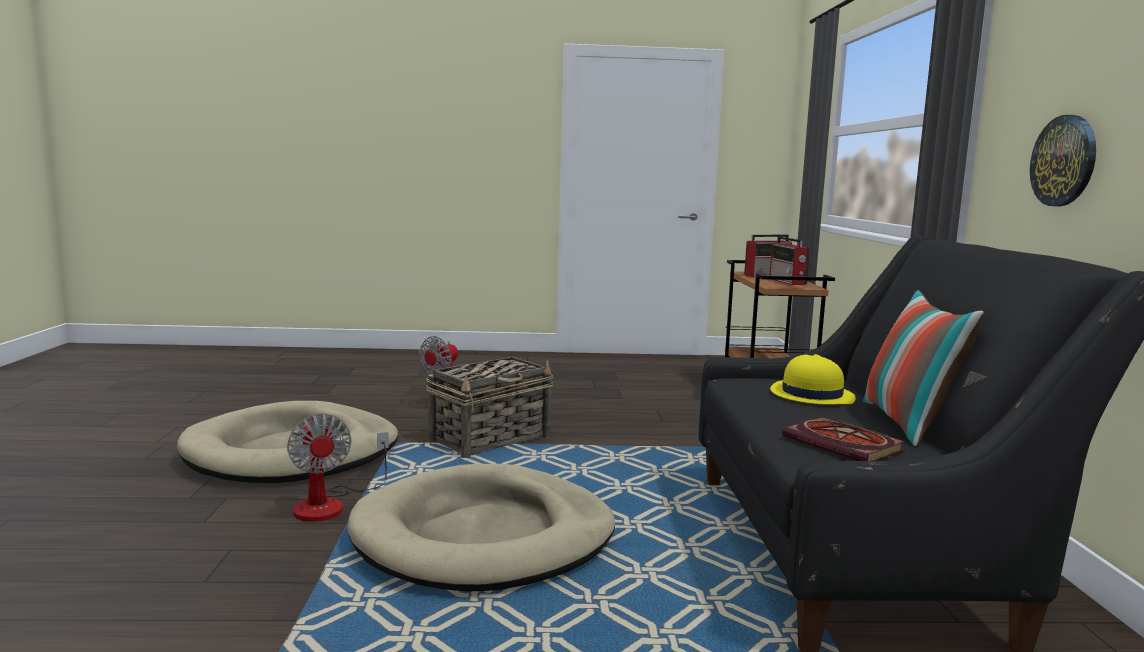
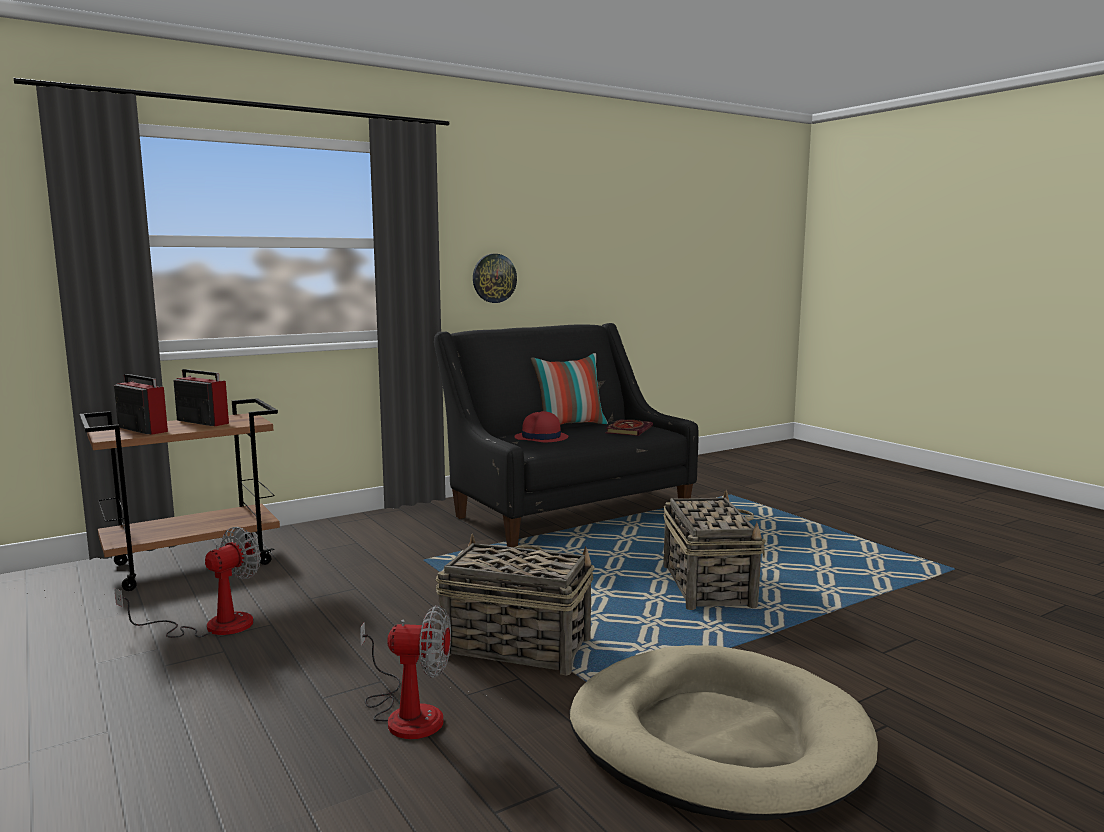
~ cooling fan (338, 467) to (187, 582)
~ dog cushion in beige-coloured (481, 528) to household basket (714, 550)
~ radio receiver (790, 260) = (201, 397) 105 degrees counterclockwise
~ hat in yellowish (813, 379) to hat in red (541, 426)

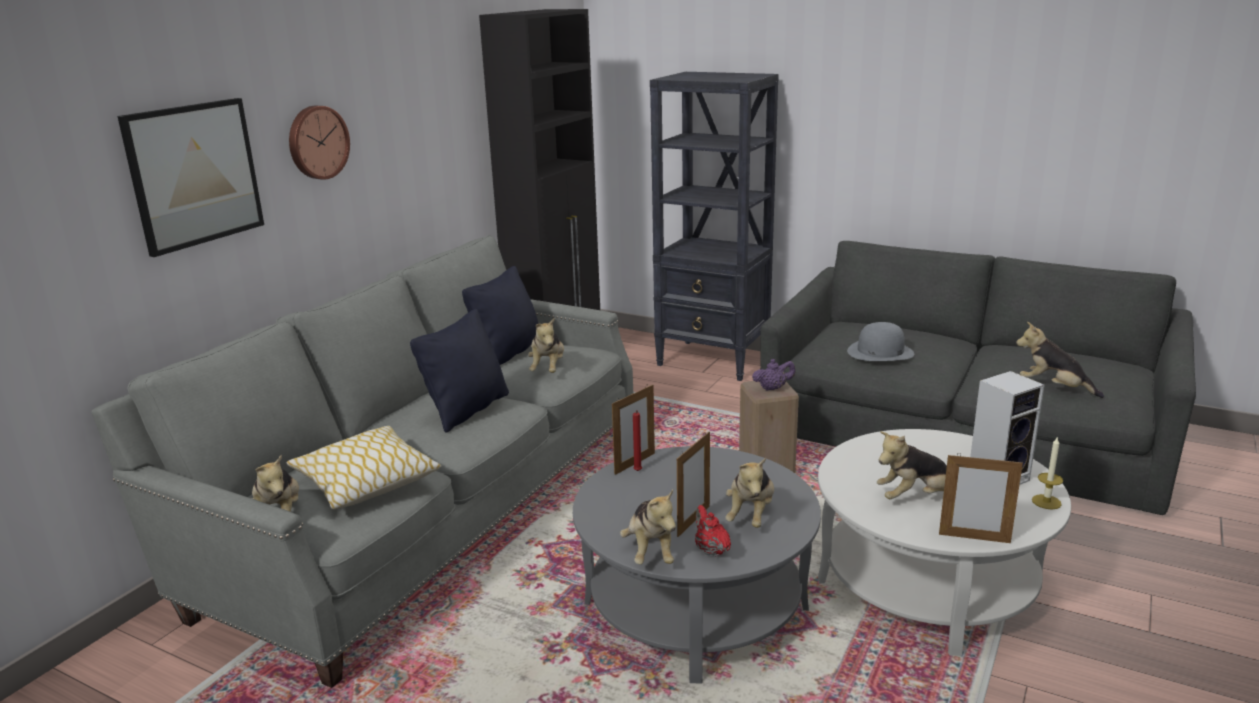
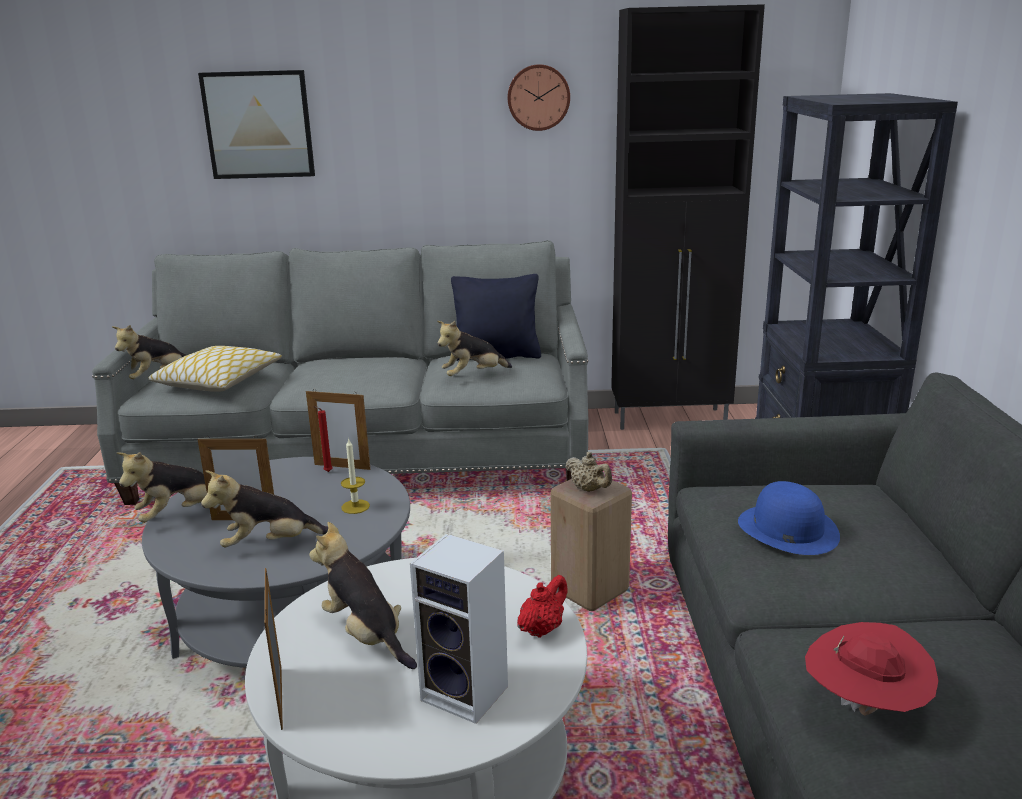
~ hanging clock (319, 143) to (538, 97)
- throw pillow in black (459, 370)
~ tea pot in red (713, 530) to (542, 606)
~ tea pot in purplish (773, 375) to tea pot in beige-coloured (588, 472)
~ hat in gray (880, 341) to hat in blue (789, 518)
~ plush toy (1060, 360) to hat in red (872, 669)
~ candle (1047, 472) to (355, 476)

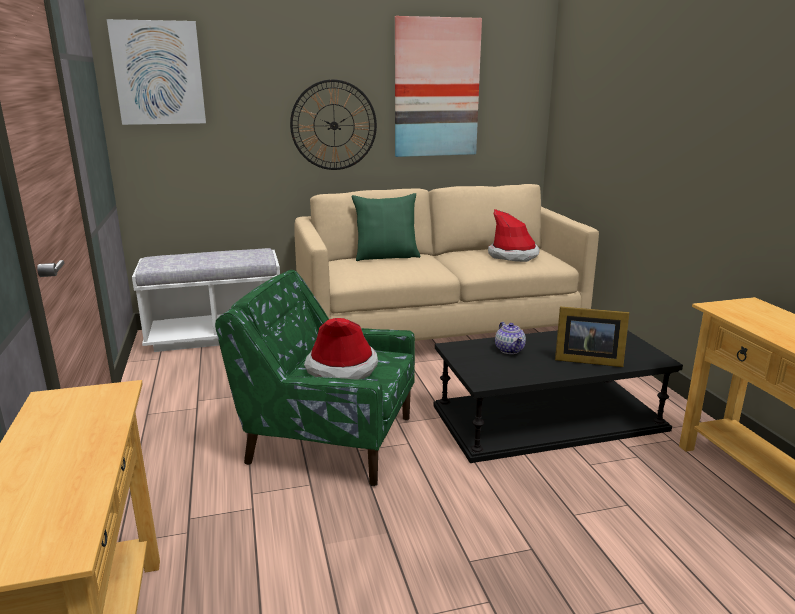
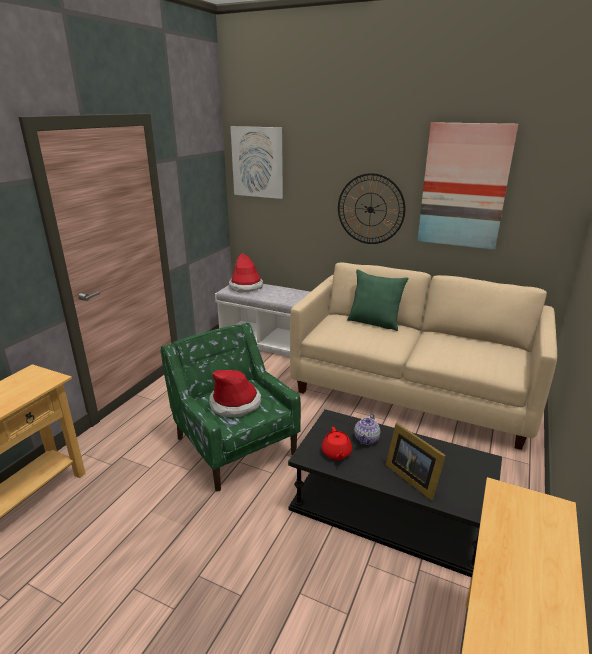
~ hat (513, 235) to (246, 273)
+ tea pot in red (337, 443)

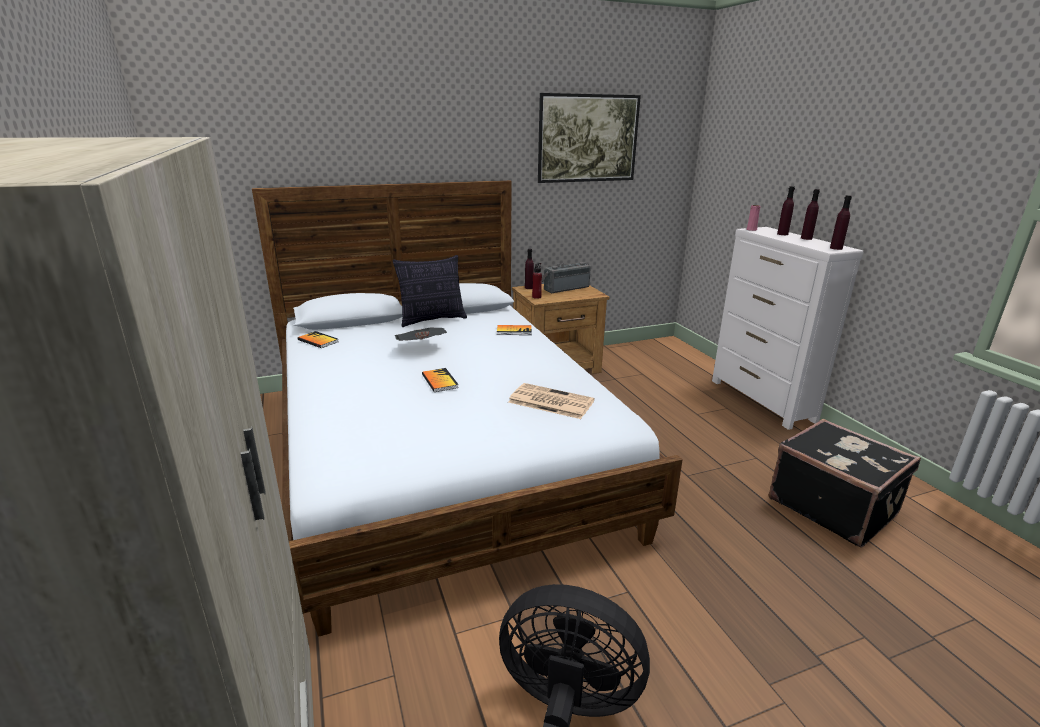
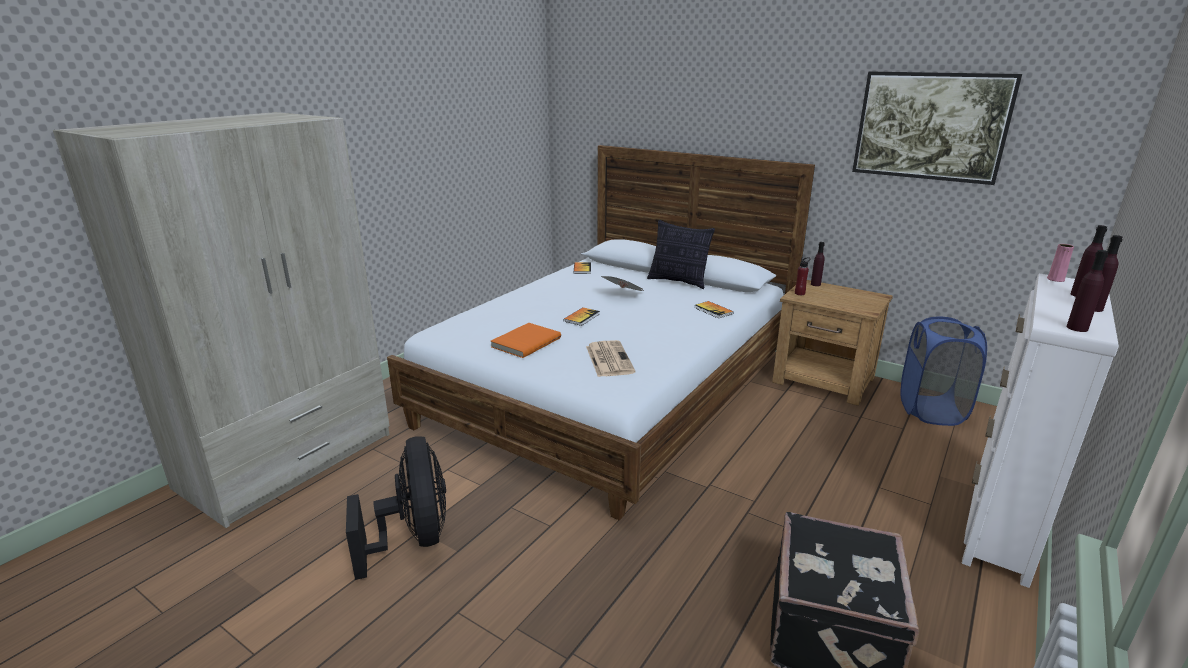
- radio receiver (566, 277)
+ book in orange-coloured (526, 340)
+ washing basket in blue (943, 371)

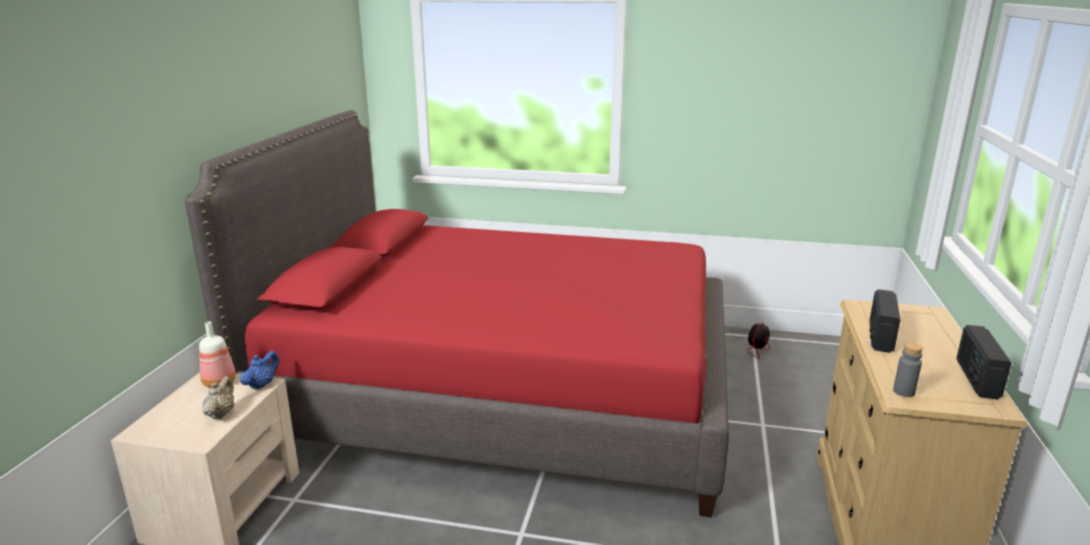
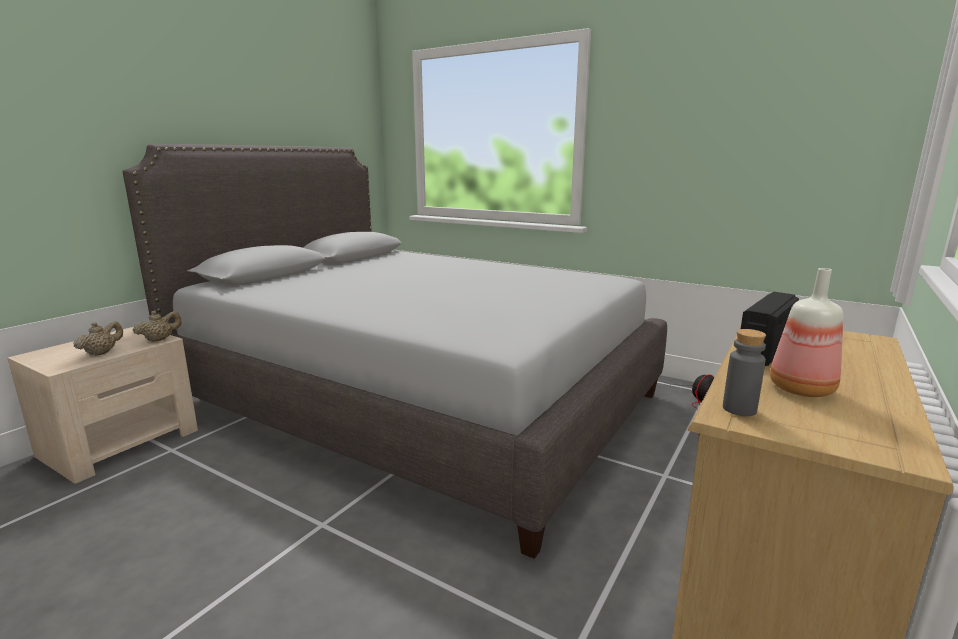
~ sleeping bed in red (457, 313) to sleeping bed in gray (395, 351)
~ drink bottle (217, 354) to (806, 332)
~ tea pot in blue (259, 370) to tea pot in beige-coloured (157, 326)
- radio receiver (984, 362)

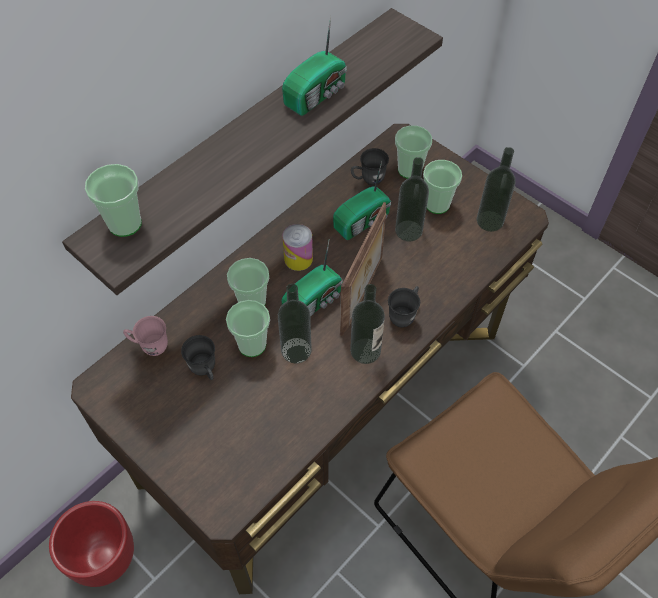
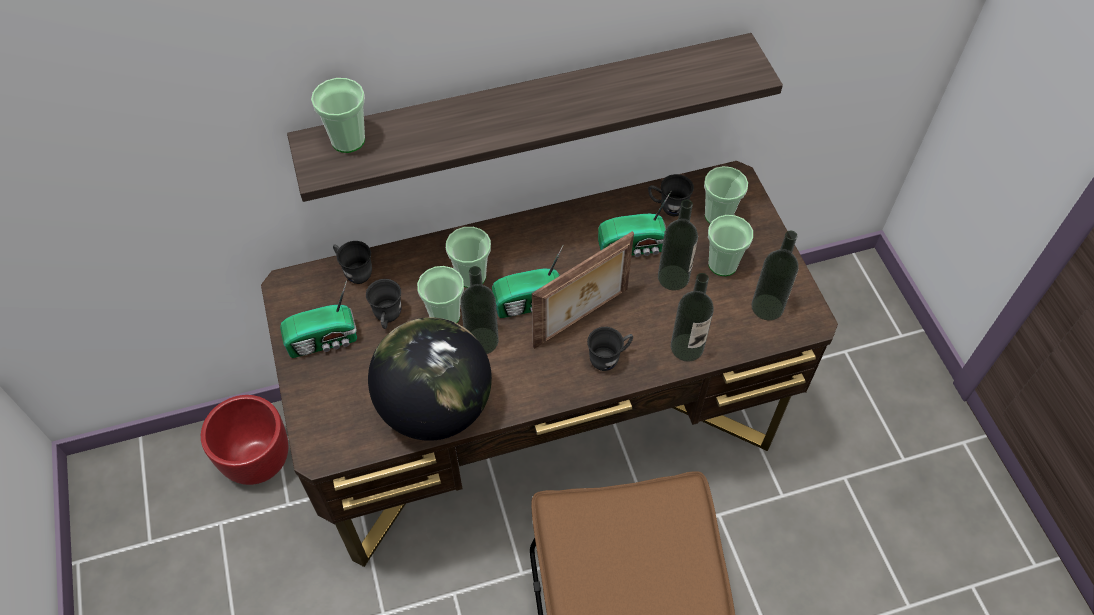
~ mug in pinkish (145, 336) to mug in gray (352, 262)
~ radio receiver (314, 65) to (318, 319)
- sealed can (297, 247)
~ drink bottle (367, 324) to (692, 317)
+ world globe (430, 379)

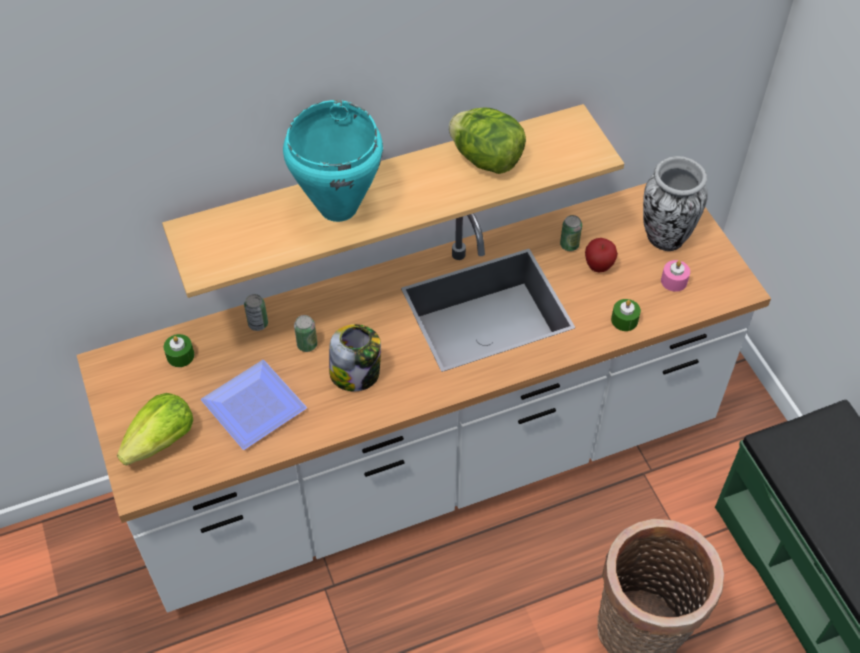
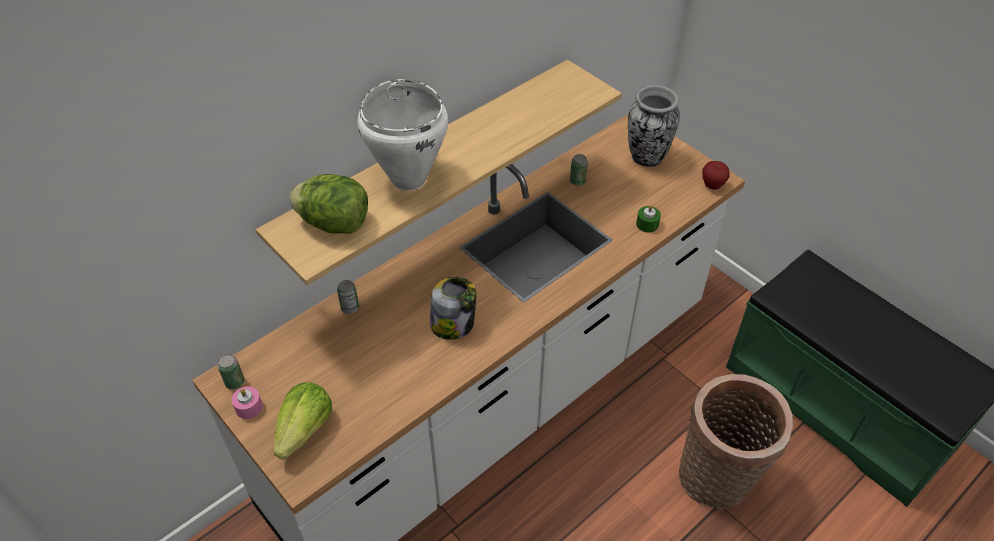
- candle in greenish (179, 350)
- plate (254, 405)
~ cooking pot in turquoise (333, 161) to cooking pot in white-coloured (402, 135)
~ sealed can (305, 333) to (231, 371)
~ lettuce head (487, 140) to (328, 204)
~ whole apple (601, 255) to (716, 175)
~ candle in pinkish (675, 276) to (247, 402)

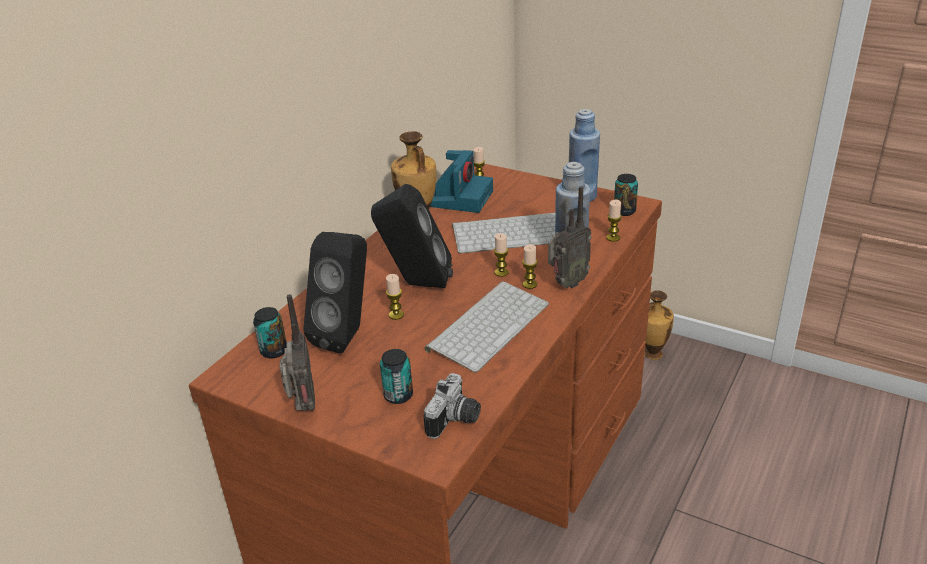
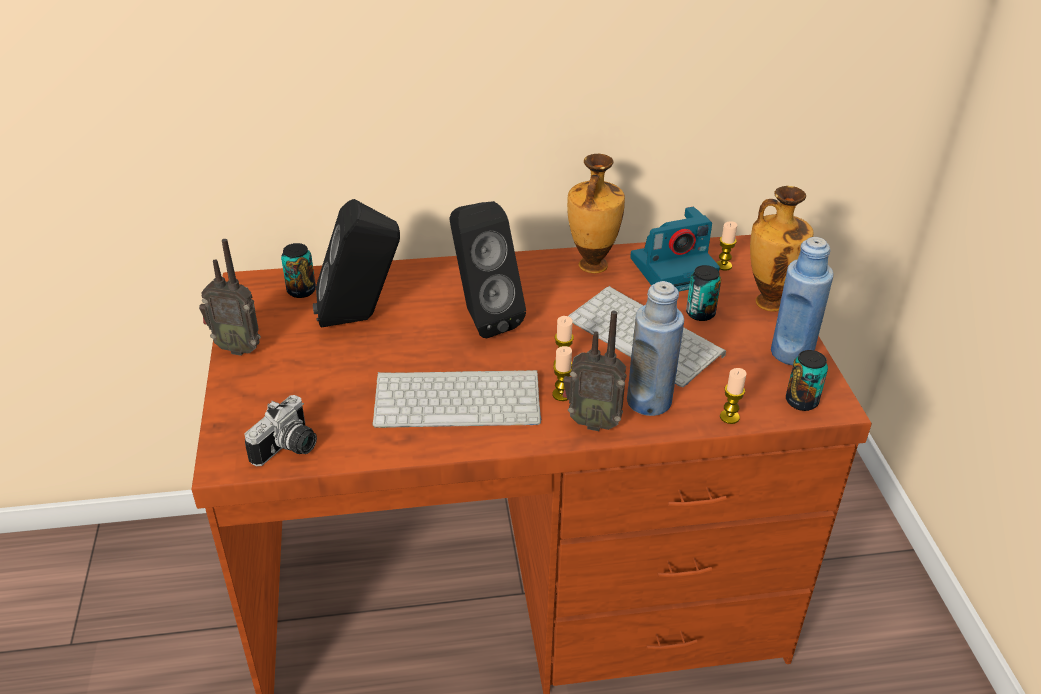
~ radio receiver (297, 352) = (230, 297) 60 degrees clockwise
~ sealed can (396, 376) to (703, 293)
- candle (395, 297)
~ still camera (452, 406) = (281, 430) 45 degrees counterclockwise
~ vase (659, 325) to (782, 249)

